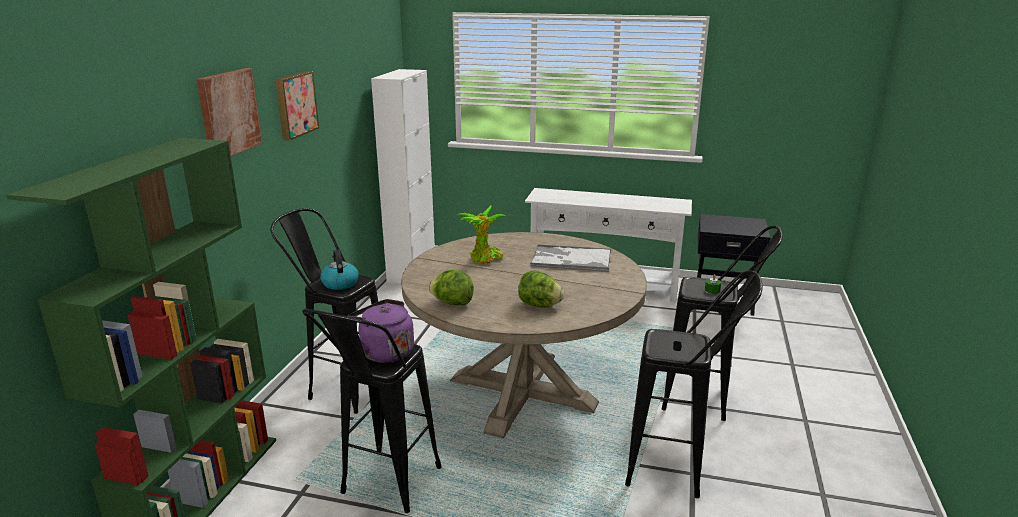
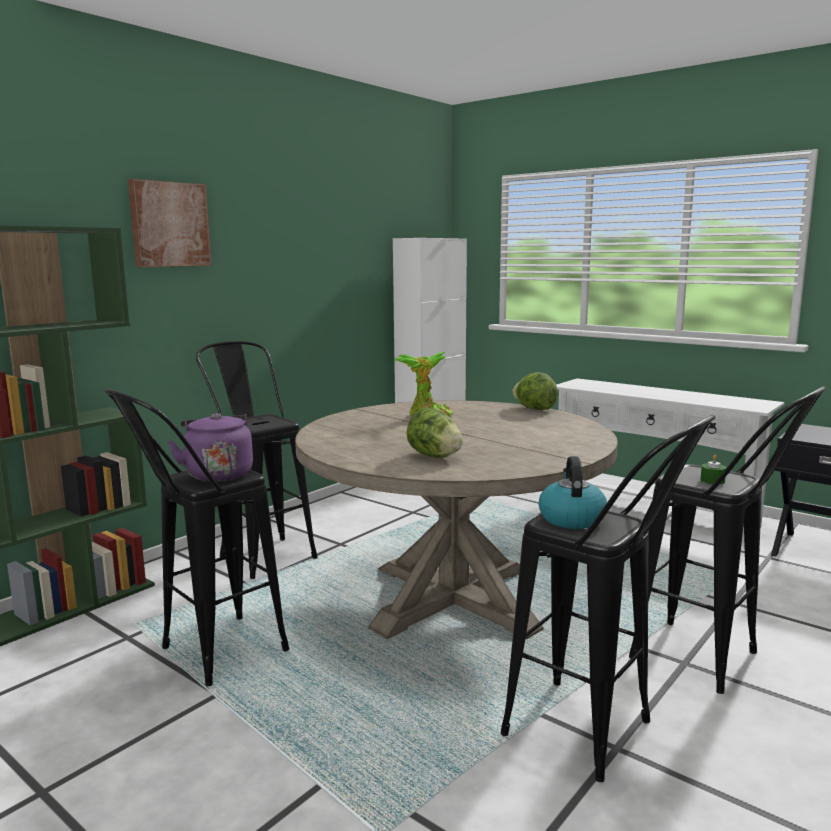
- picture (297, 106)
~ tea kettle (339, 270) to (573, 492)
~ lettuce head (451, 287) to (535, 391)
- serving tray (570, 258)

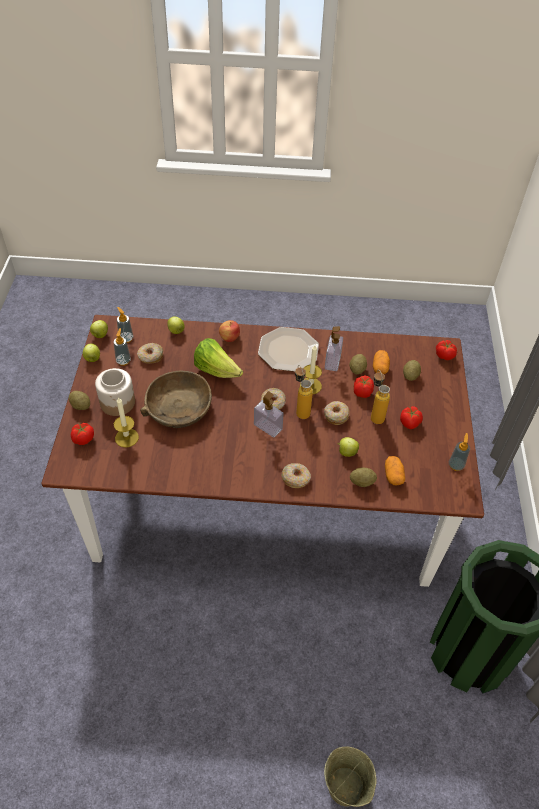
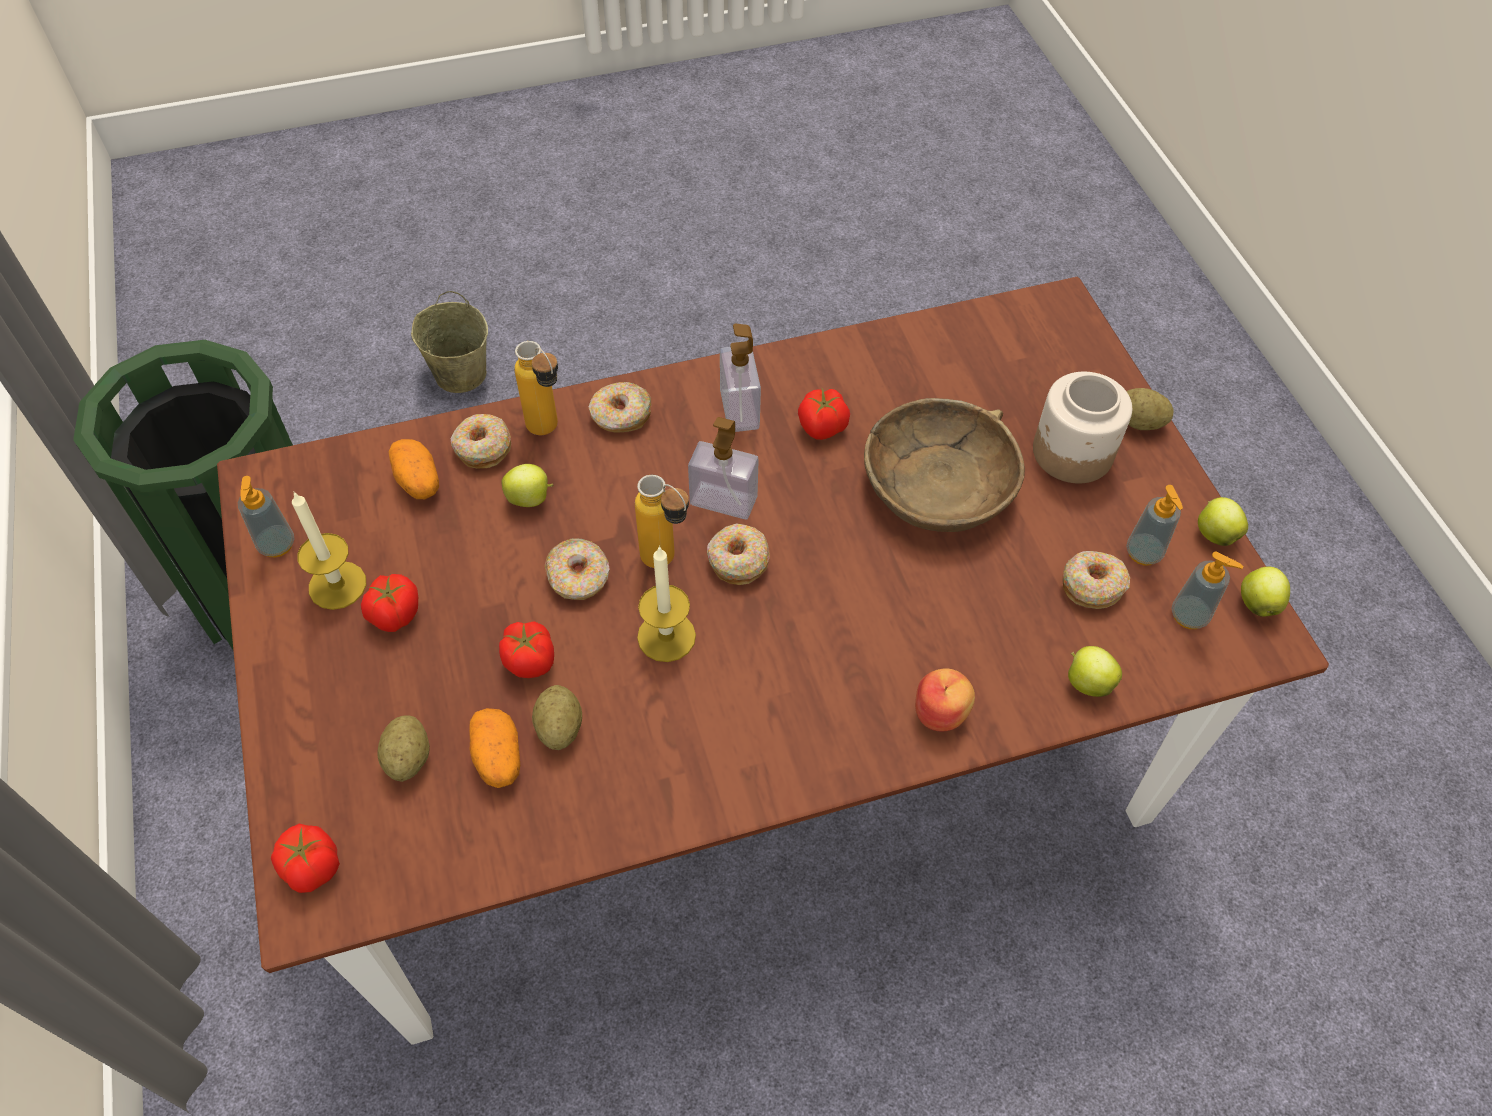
~ whole tomato (82, 434) to (824, 414)
~ candle (126, 422) to (329, 550)
- lettuce head (218, 358)
- plate (288, 349)
~ soap dispenser (334, 348) to (740, 377)
~ whole potato (363, 477) to doughnut (480, 441)
~ drink bottle (380, 397) to (536, 388)

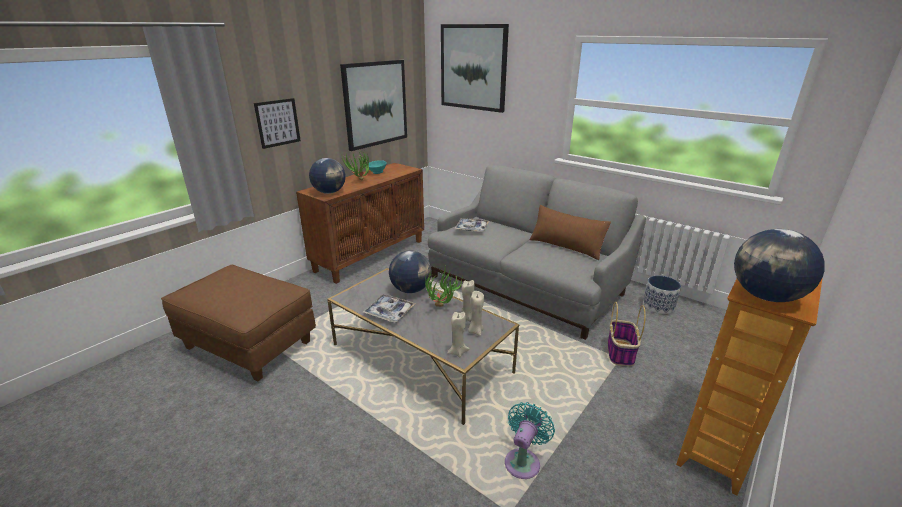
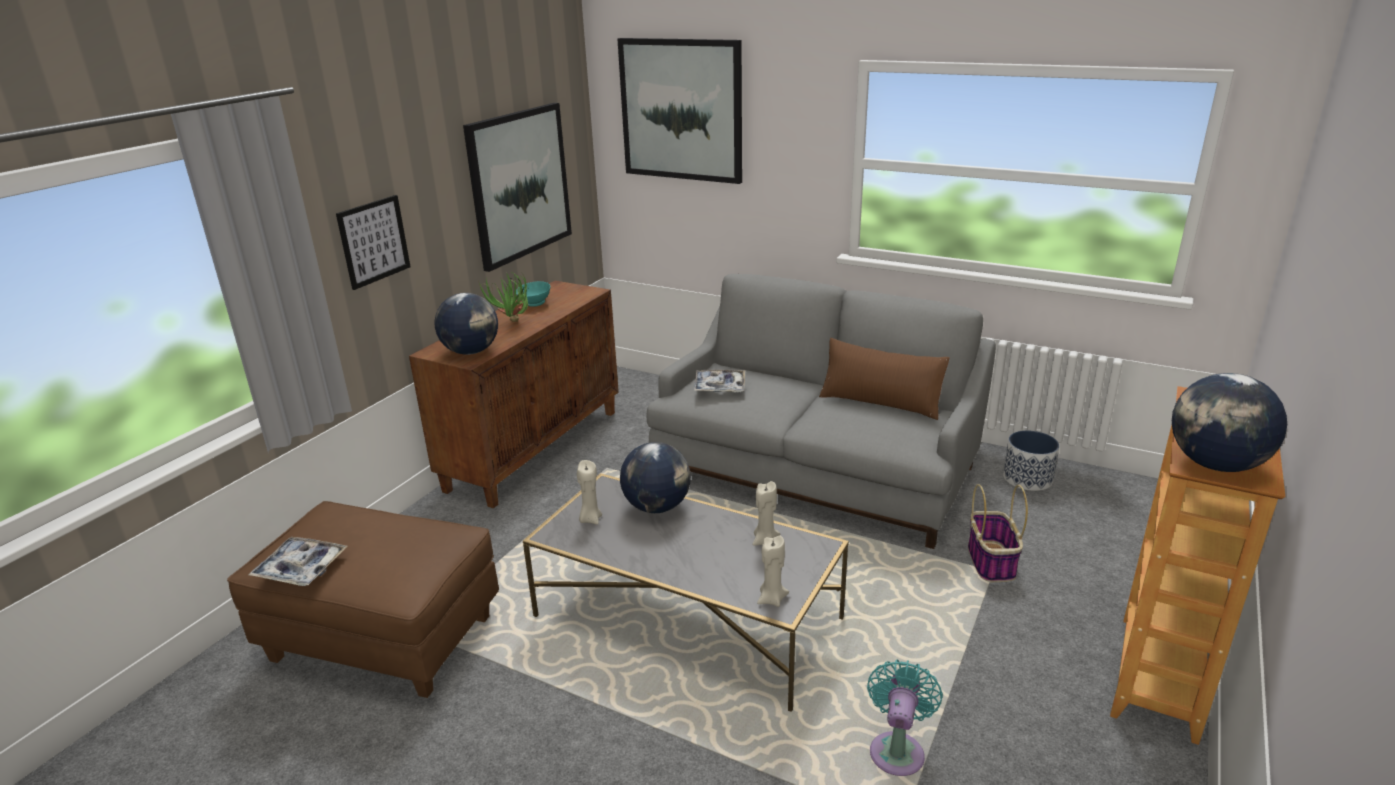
~ serving tray (389, 308) to (298, 561)
- potted plant (444, 287)
~ candle in beige-coloured (476, 313) to (589, 492)

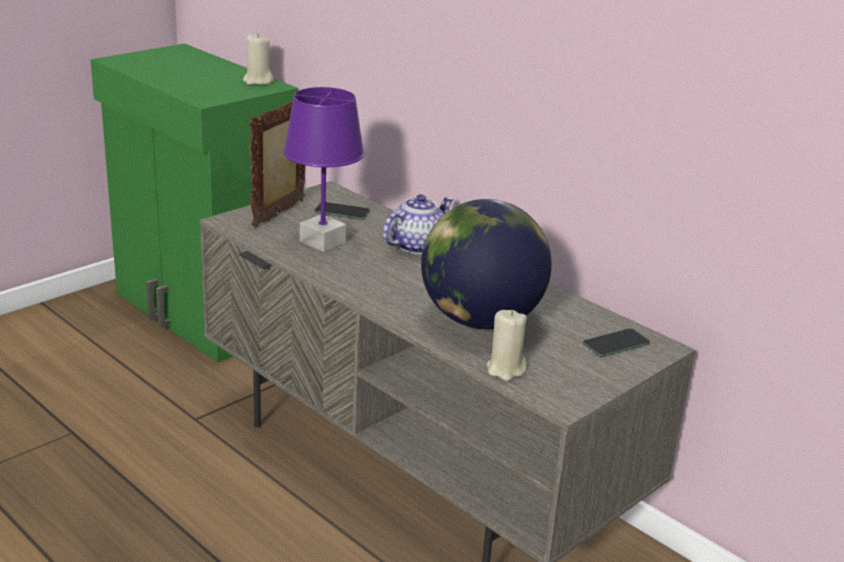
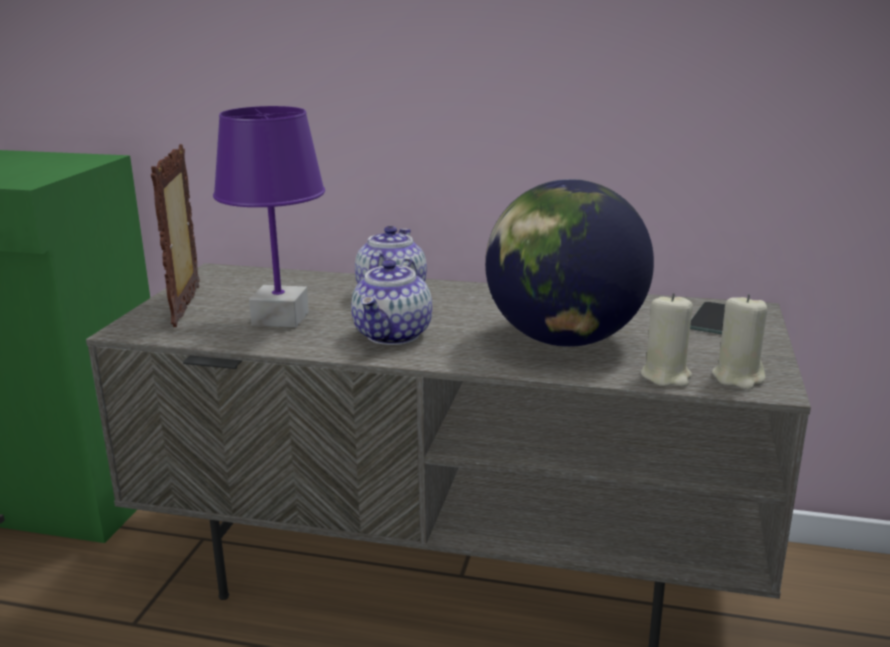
~ candle in beige-coloured (258, 59) to (740, 342)
- handset (342, 211)
+ tea pot (391, 302)

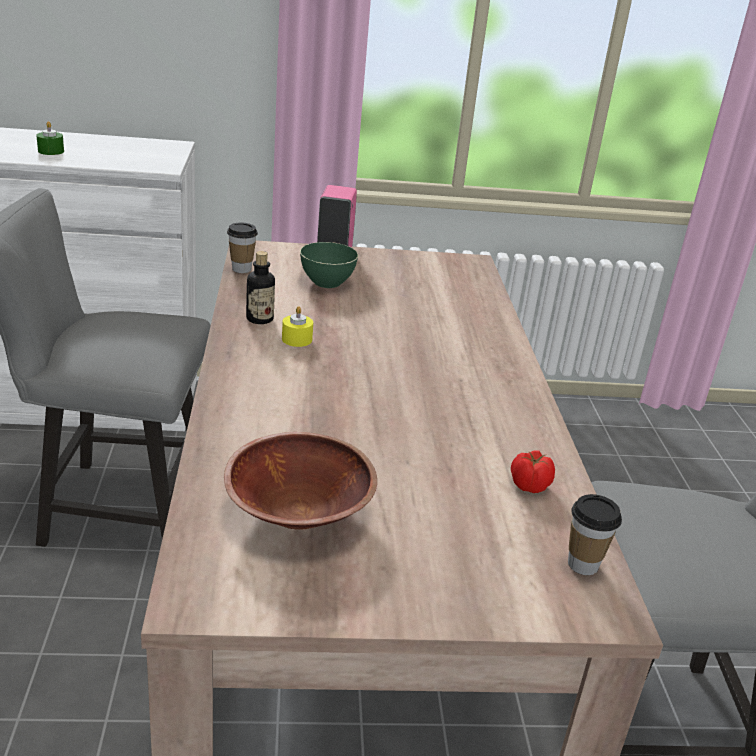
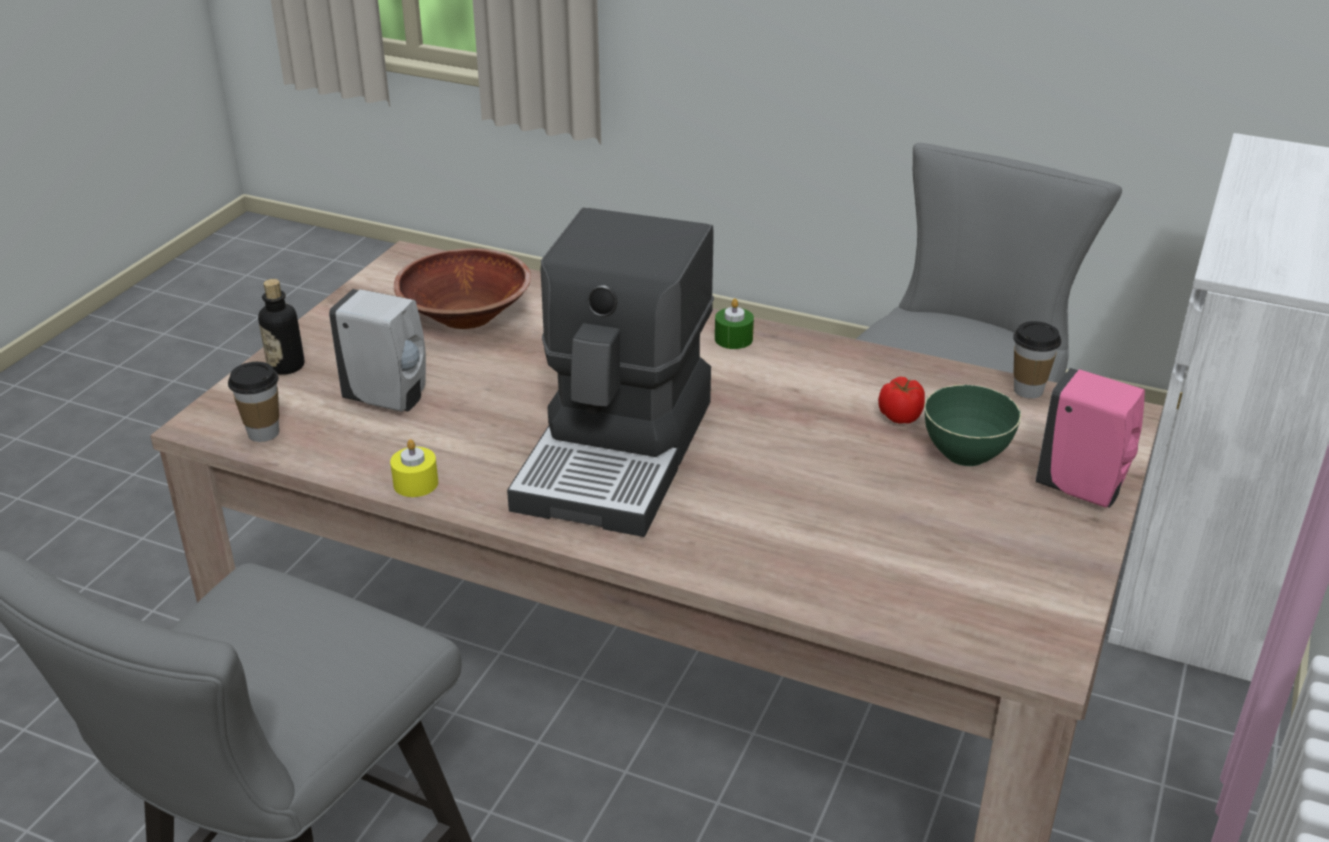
~ candle in greenish (50, 138) to (734, 323)
~ drink bottle (260, 287) to (281, 327)
~ candle in yellowish (297, 326) to (414, 468)
~ whole tomato (533, 471) to (901, 400)
+ soap dispenser in white-coloured (377, 350)
+ coffee maker (610, 372)

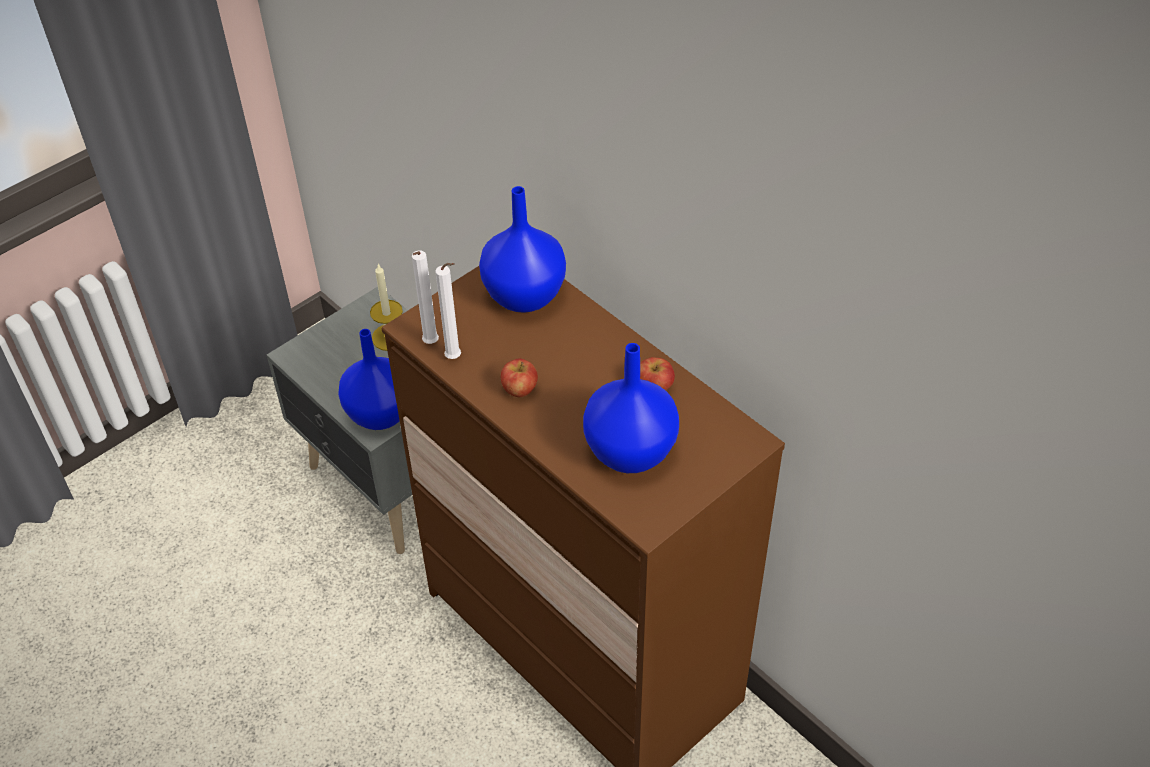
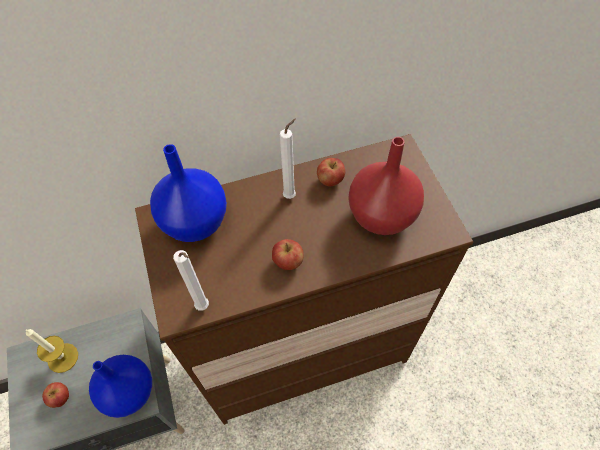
~ candle in white-coloured (448, 311) to (288, 158)
~ vase in blue (631, 408) to vase in red (386, 186)
+ whole apple (55, 395)

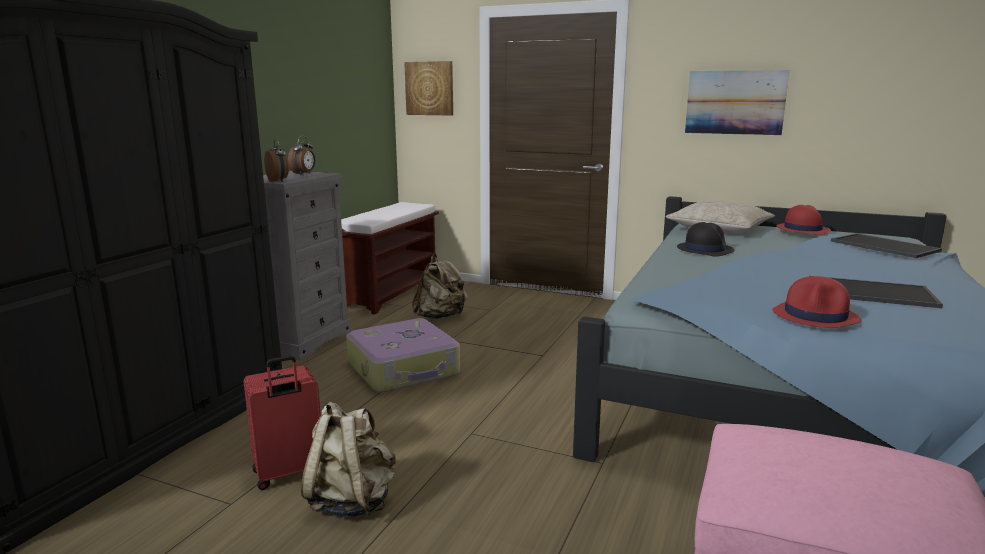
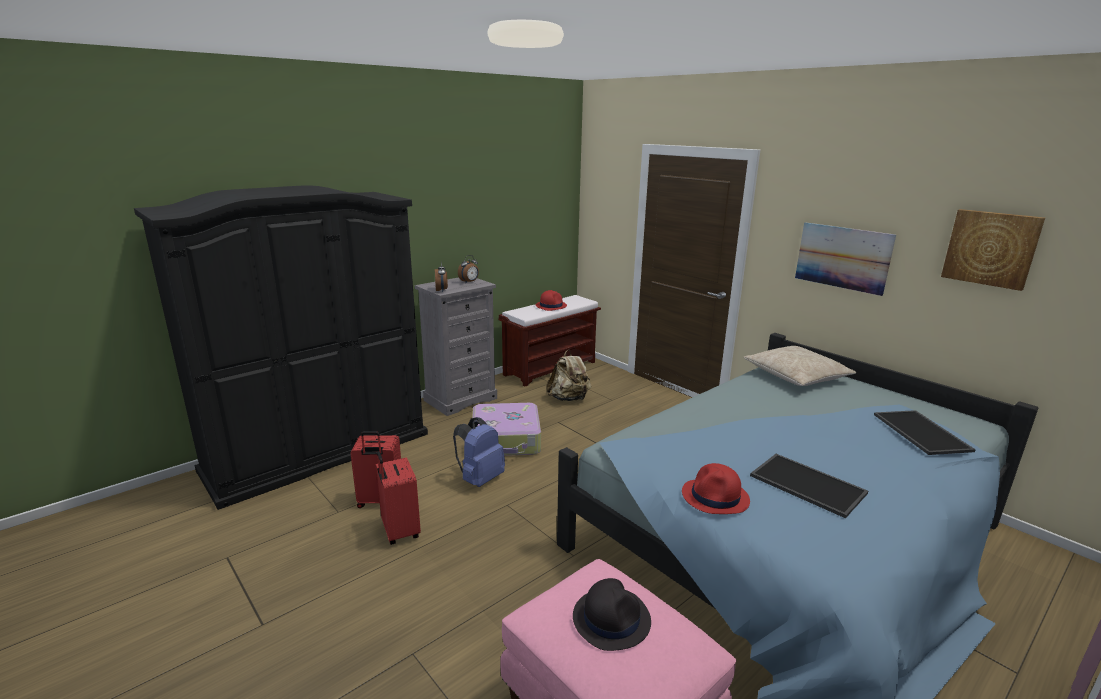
~ knapsack in beige-coloured (348, 459) to piece of luggage in red (398, 498)
~ picture (428, 88) to (993, 250)
~ hat in black (705, 239) to (612, 614)
~ hat in red (804, 220) to (551, 300)
+ knapsack in blue (479, 452)

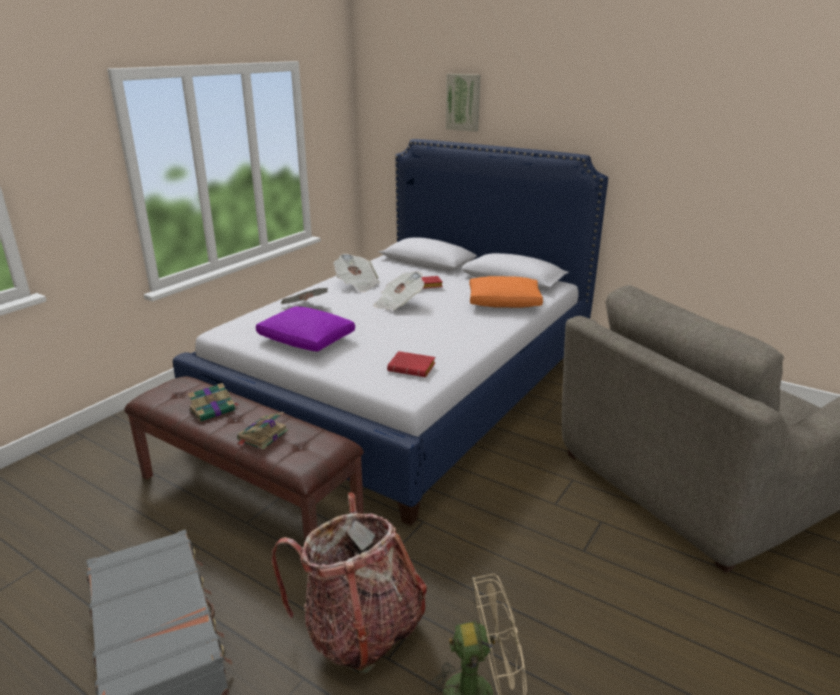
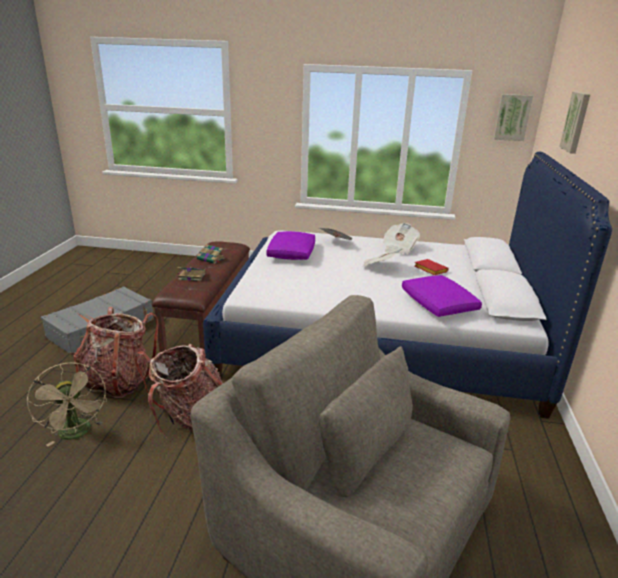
- book in red (411, 364)
~ throw pillow in orange-coloured (506, 292) to throw pillow in purplish (442, 296)
+ knapsack (178, 391)
+ picture (513, 117)

